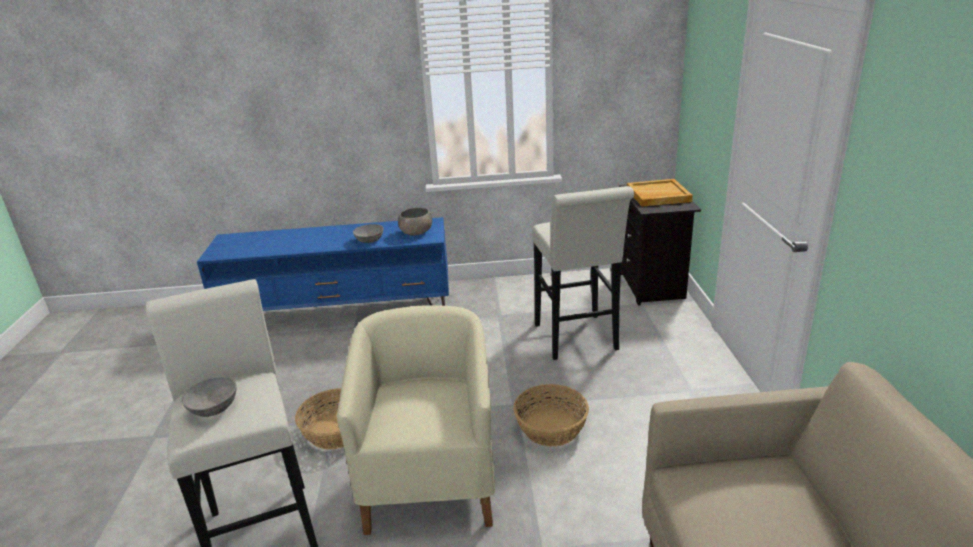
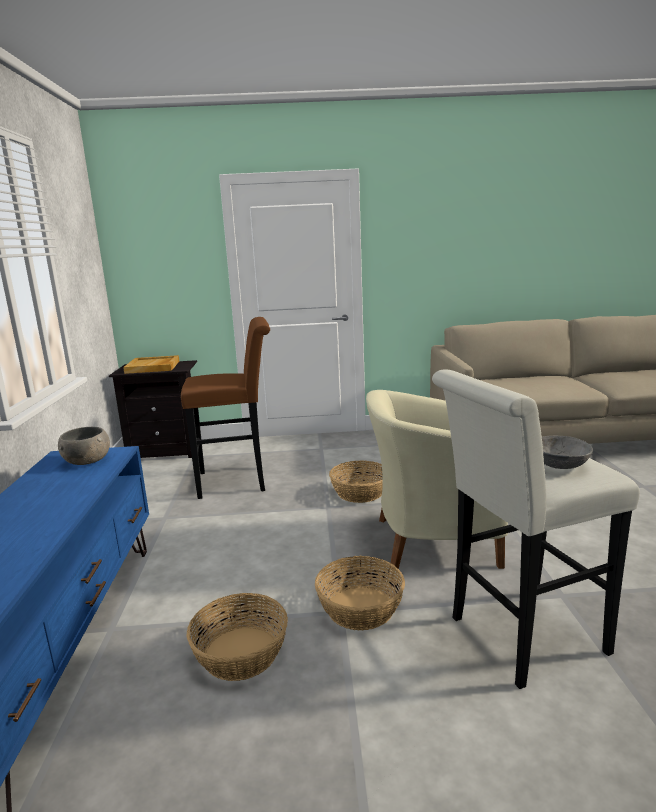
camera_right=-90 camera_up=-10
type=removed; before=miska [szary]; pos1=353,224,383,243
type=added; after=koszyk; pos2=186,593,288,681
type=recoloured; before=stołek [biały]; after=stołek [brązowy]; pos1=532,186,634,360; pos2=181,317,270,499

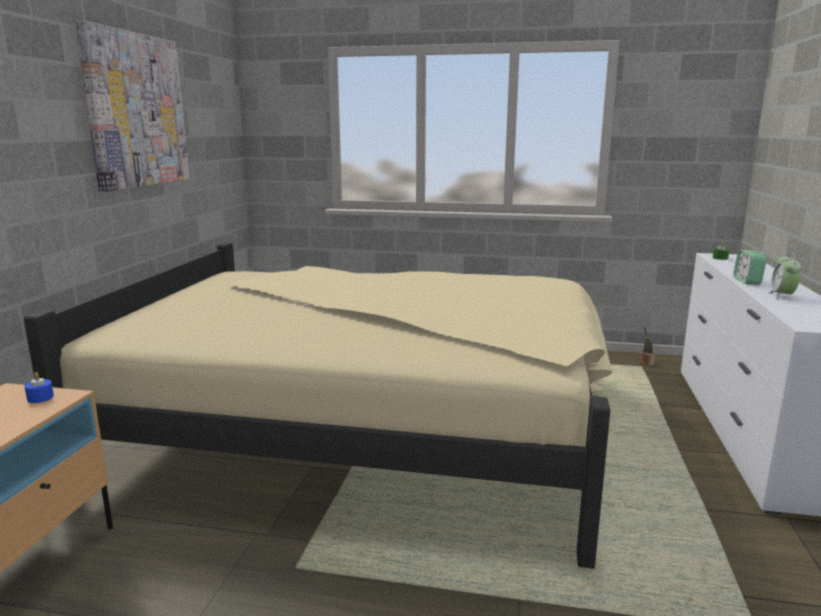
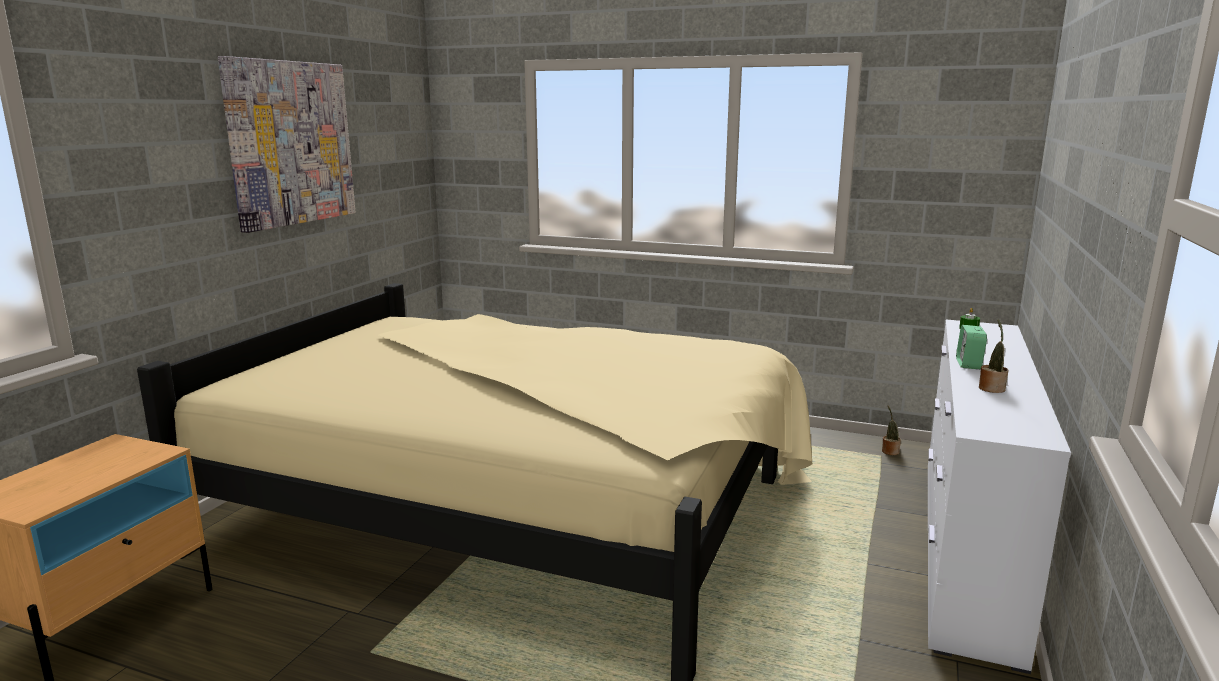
camera_right=10 camera_up=0
type=removed; before=świeca [niebieski]; pos1=25,372,54,403
type=replaced; before=budzik; after=roślina doniczkowa; pos1=769,253,802,300; pos2=979,319,1008,393

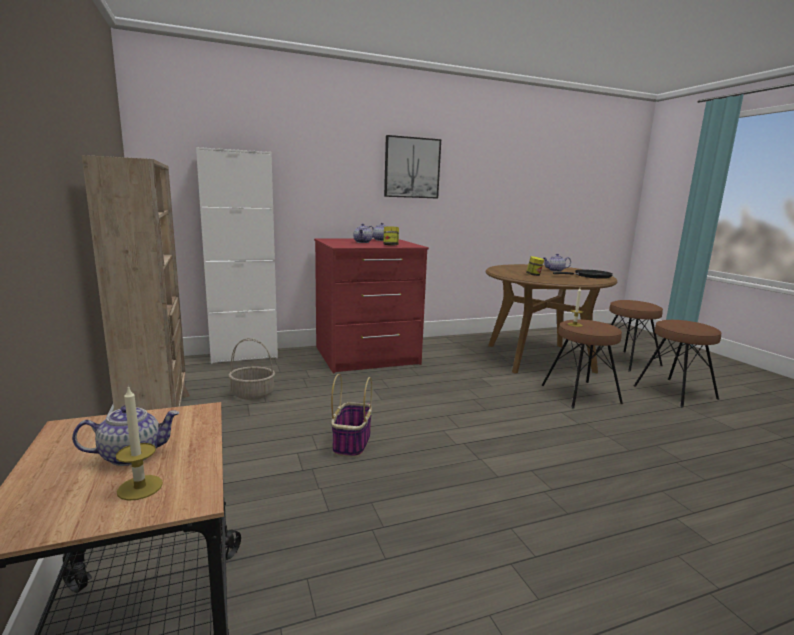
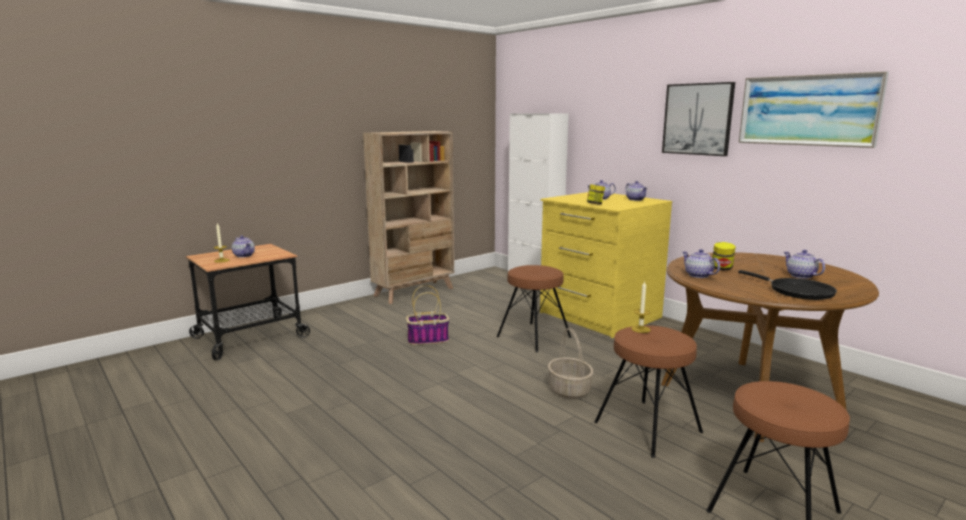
camera_right=70 camera_up=0
type=added; after=imbryk; pos2=682,249,720,278
type=added; after=obraz; pos2=739,71,889,148
type=moved; before=koszyk; pos1=228,338,275,400; pos2=548,328,593,399
type=moved; before=stołek [brązowy]; pos1=596,300,663,372; pos2=497,265,571,352
type=recoloured; before=komoda [czerwony]; after=komoda [żółty]; pos1=314,239,429,373; pos2=540,192,672,338

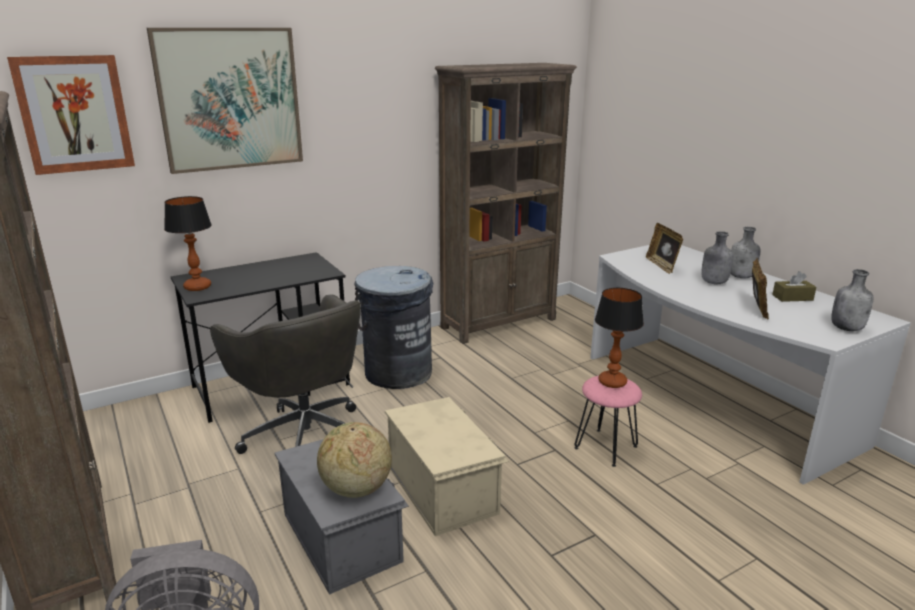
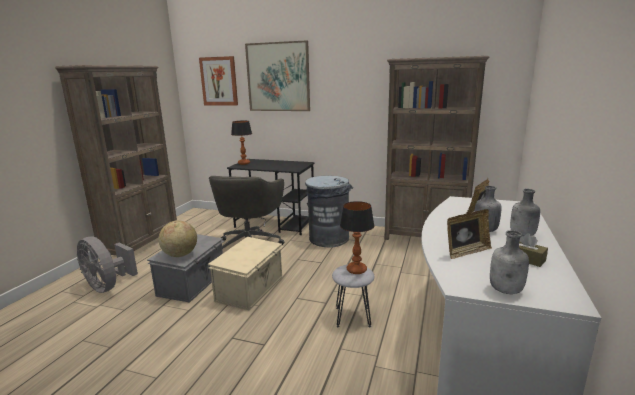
camera_right=50 camera_up=-5
type=recoloured; before=stołek [różowy]; after=stołek [szary]; pos1=574,376,642,467; pos2=332,264,374,327

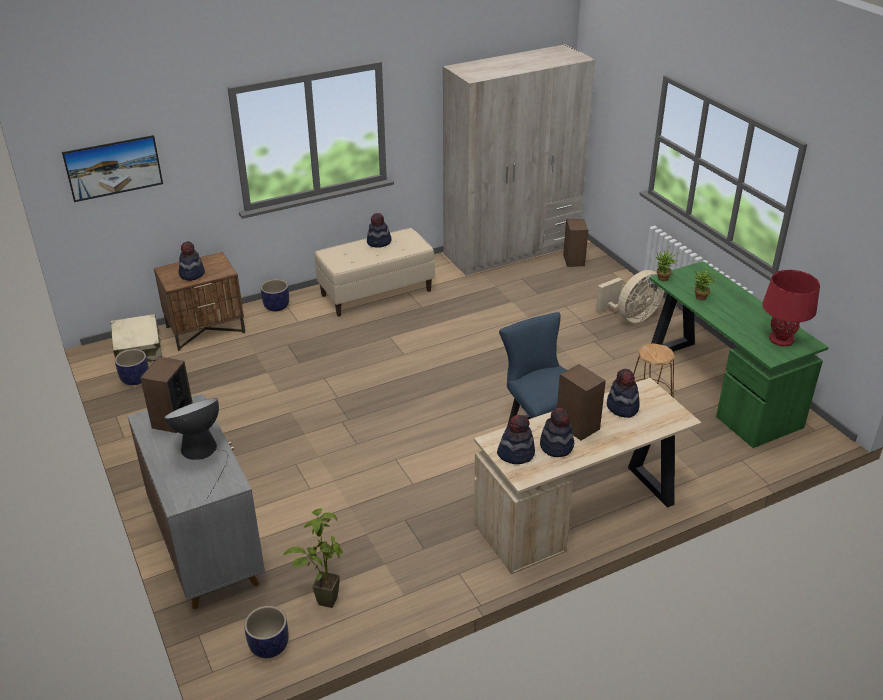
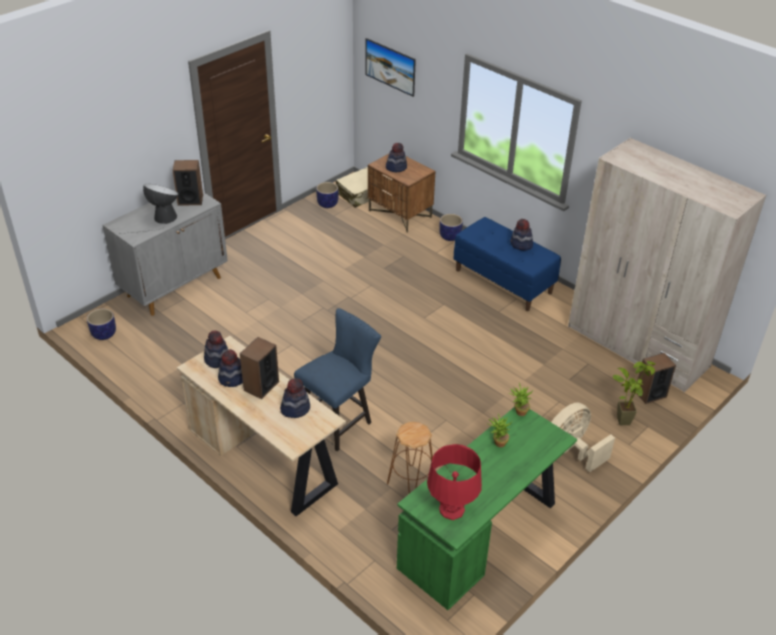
camera_right=70 camera_up=5
type=moved; before=roślina doniczkowa; pos1=283,508,343,608; pos2=613,361,655,425
type=recoloured; before=ławka [beżowy]; after=ławka [niebieski]; pos1=315,228,435,316; pos2=453,217,561,311
type=turned; before=wentylator [beżowy]; pos1=596,270,664,323; pos2=551,403,615,472; turn=105

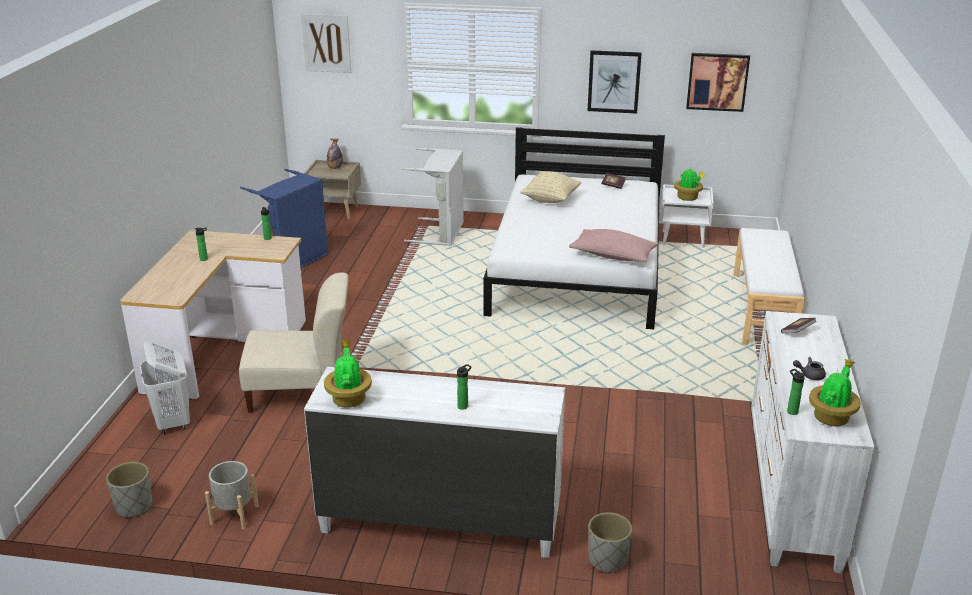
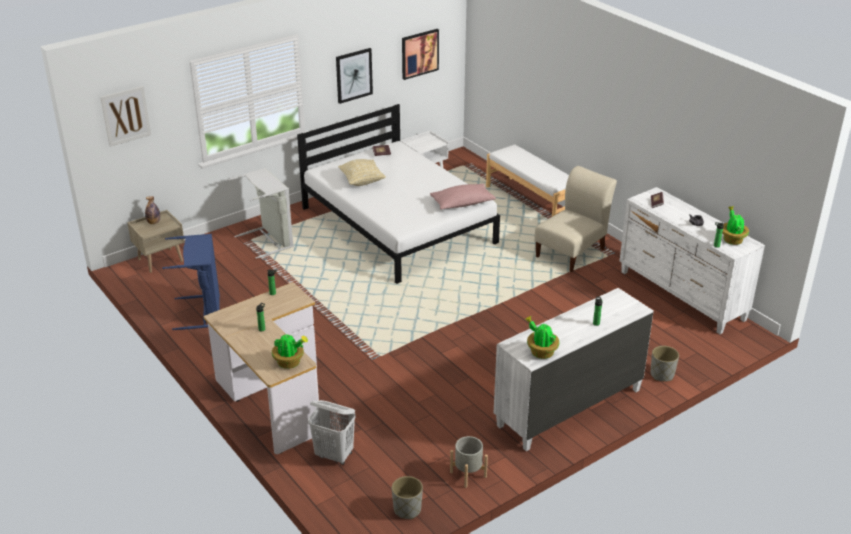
camera_right=-45 camera_up=5
type=moved; before=krzesło [beżowy]; pos1=239,273,349,413; pos2=534,166,617,272
type=moved; before=roślina doniczkowa; pos1=674,168,705,201; pos2=272,334,308,369

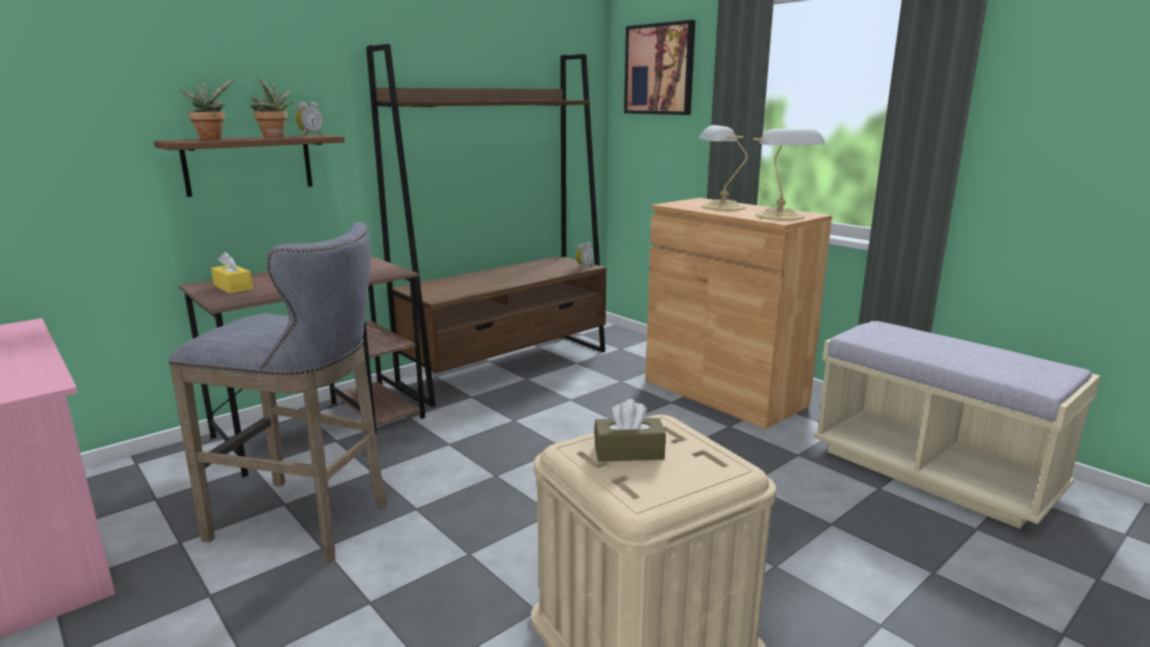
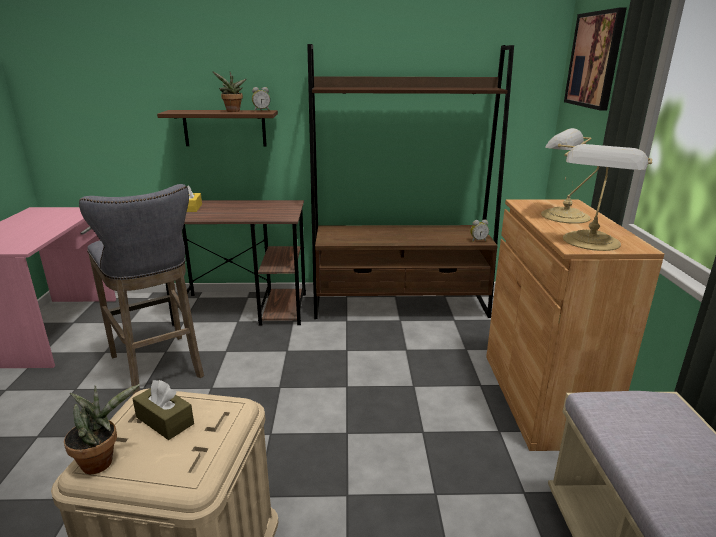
camera_right=40 camera_up=5
type=moved; before=roślina doniczkowa; pos1=179,78,235,140; pos2=64,384,140,474

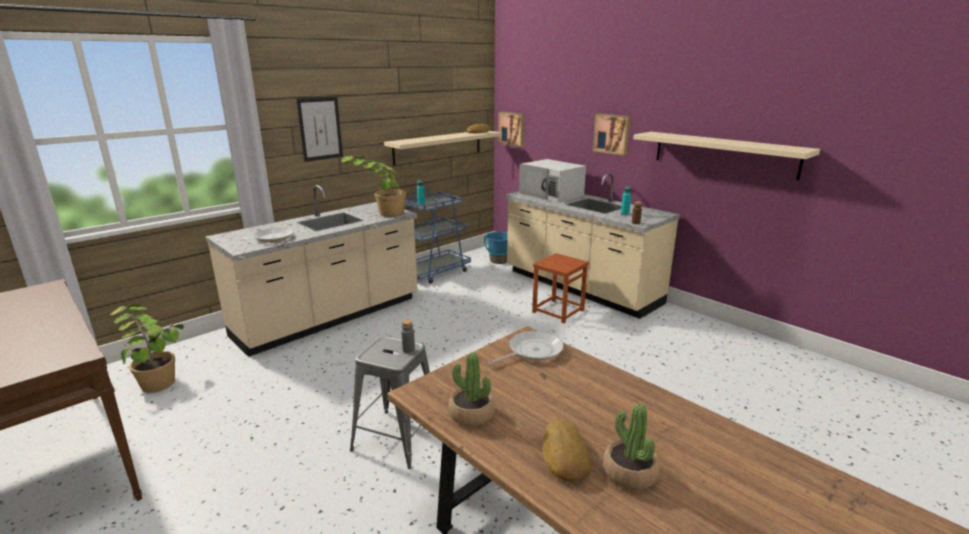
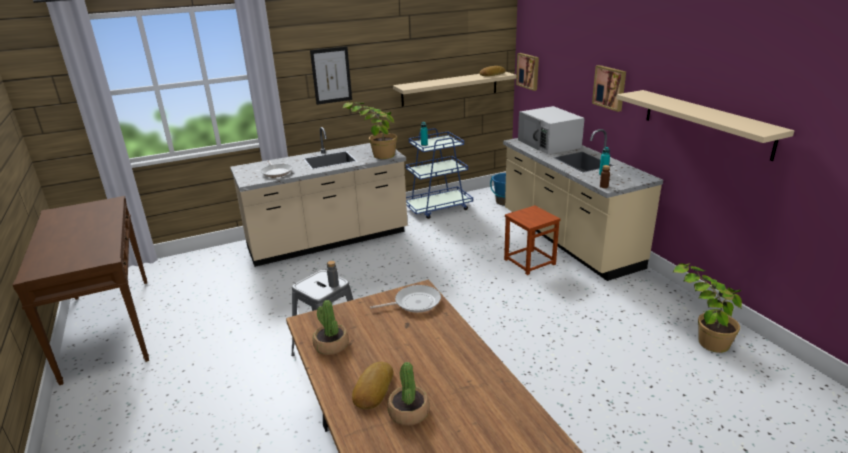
camera_right=20 camera_up=5
type=moved; before=roślina doniczkowa; pos1=110,304,184,393; pos2=672,263,742,353

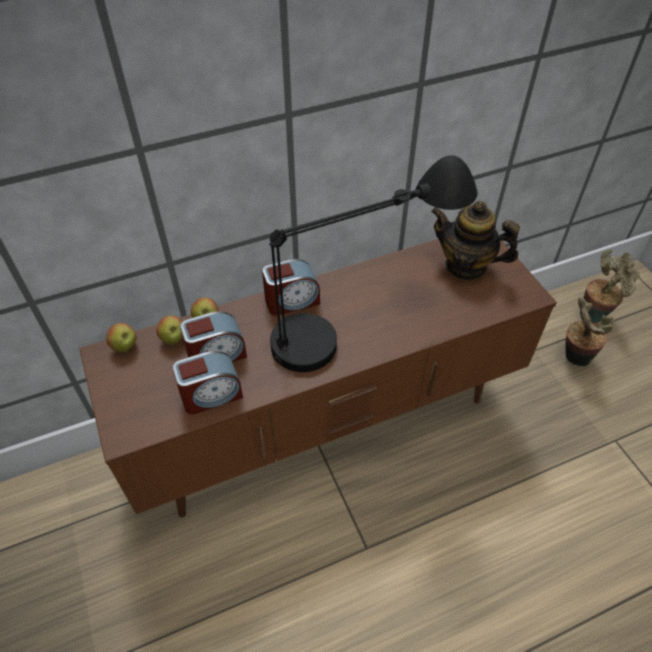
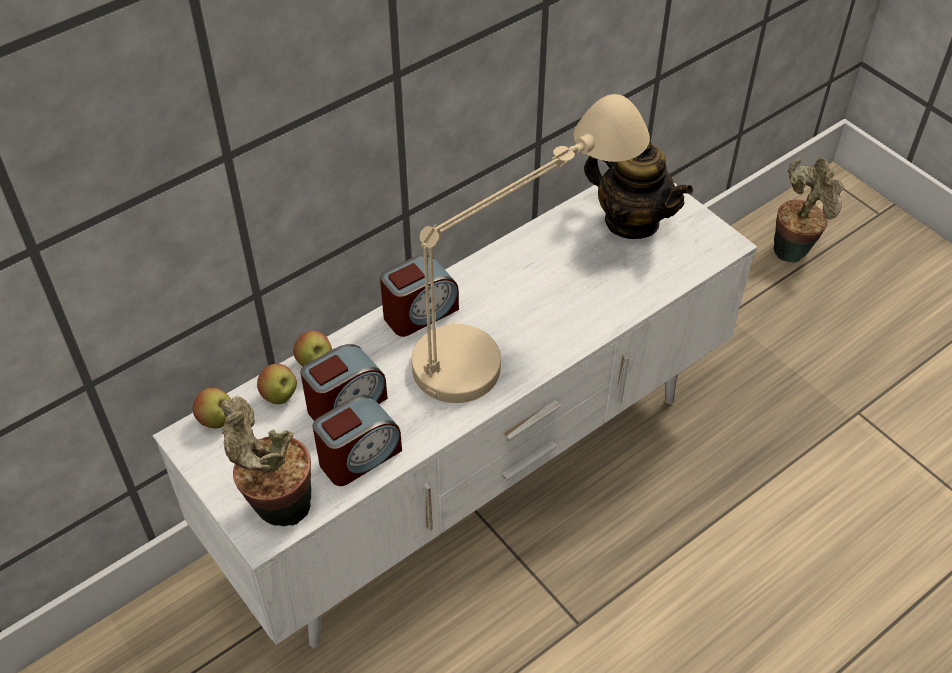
camera_right=-15 camera_up=0
type=moved; before=roślina doniczkowa; pos1=565,297,615,367; pos2=222,396,311,526
type=recoloured; before=szafka pod telewizor [brązowy]; after=szafka pod telewizor [biały]; pos1=79,239,557,517; pos2=153,183,757,648
type=recoloured; before=lampa stołowa [czarny]; after=lampa stołowa [beżowy]; pos1=269,155,477,372; pos2=412,94,650,403
type=turned; before=imbryk; pos1=431,201,520,281; pos2=584,141,693,239; turn=-150

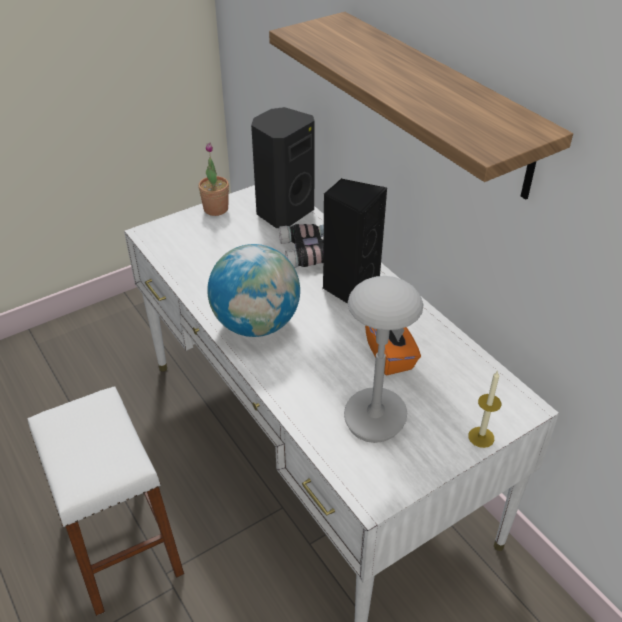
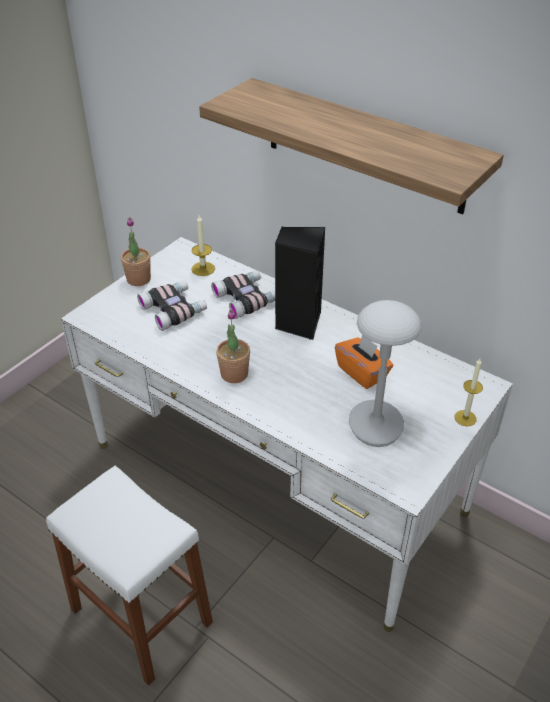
camera_right=-20 camera_up=0
type=added; after=lornetka; pos2=137,280,207,331
type=replaced; before=globus; after=roślina doniczkowa; pos1=207,244,300,337; pos2=216,309,250,383
type=replaced; before=głośnik [czarny]; after=świeca; pos1=251,107,315,228; pos2=191,215,215,276

